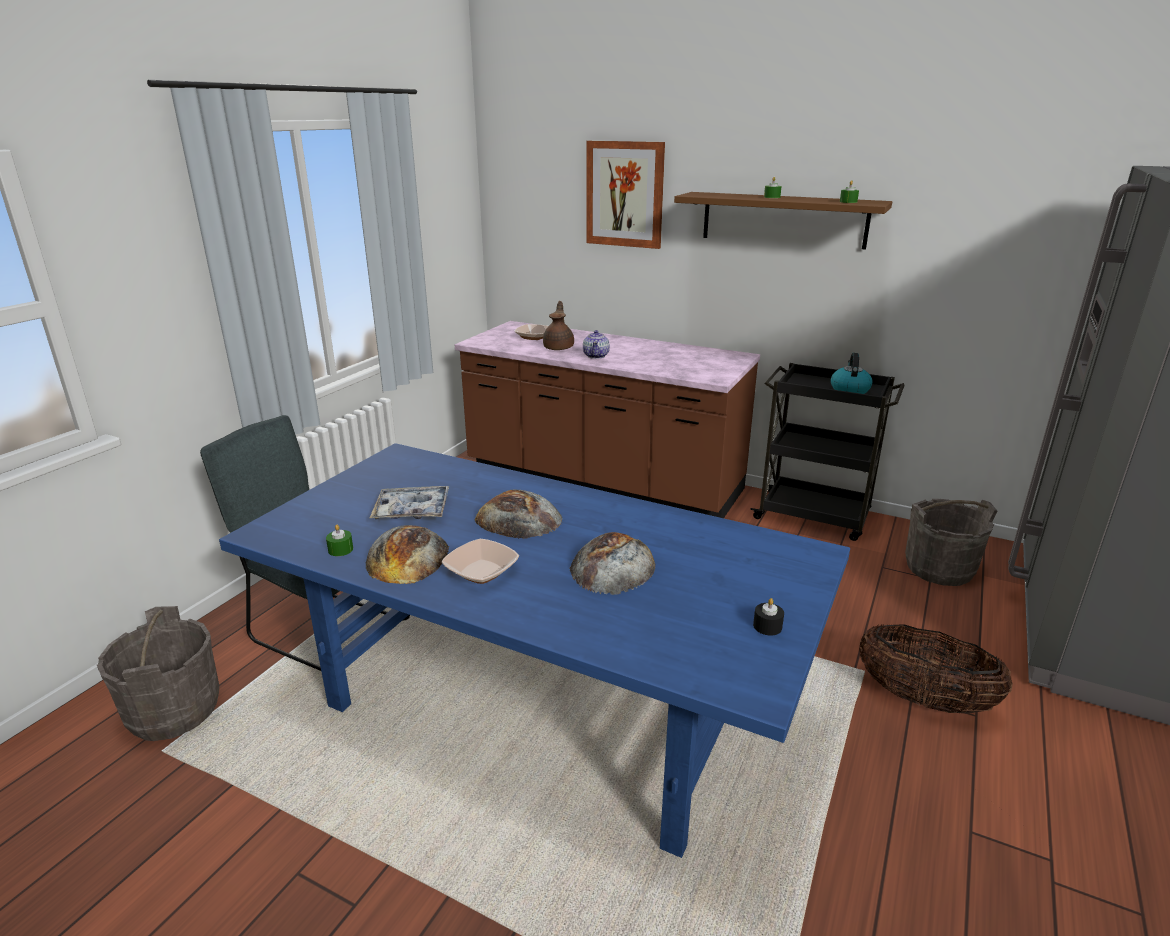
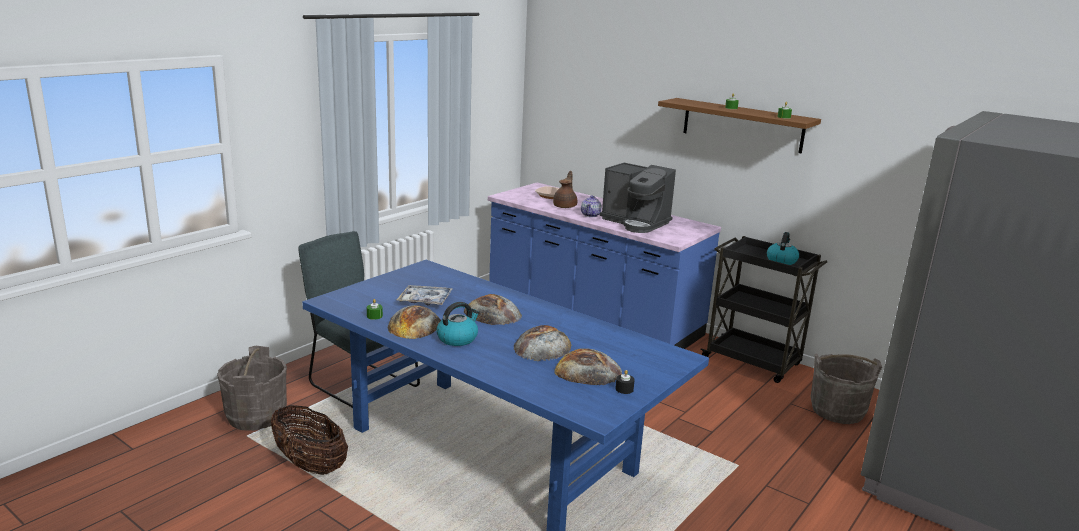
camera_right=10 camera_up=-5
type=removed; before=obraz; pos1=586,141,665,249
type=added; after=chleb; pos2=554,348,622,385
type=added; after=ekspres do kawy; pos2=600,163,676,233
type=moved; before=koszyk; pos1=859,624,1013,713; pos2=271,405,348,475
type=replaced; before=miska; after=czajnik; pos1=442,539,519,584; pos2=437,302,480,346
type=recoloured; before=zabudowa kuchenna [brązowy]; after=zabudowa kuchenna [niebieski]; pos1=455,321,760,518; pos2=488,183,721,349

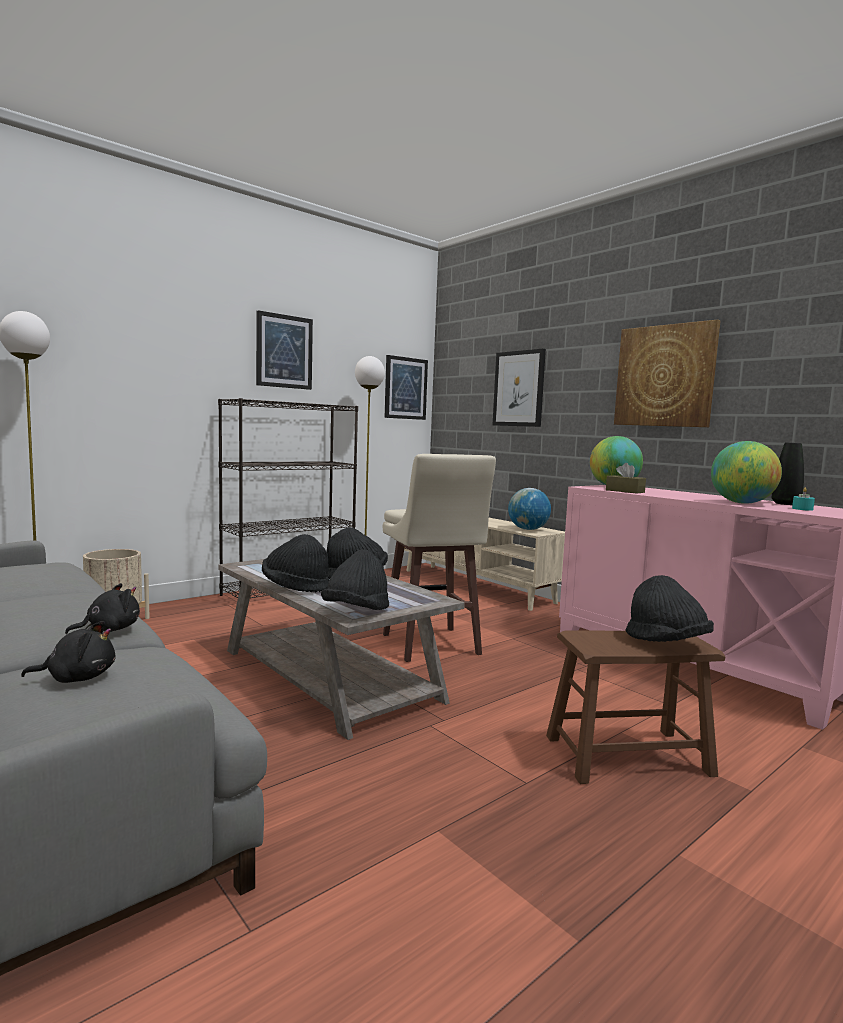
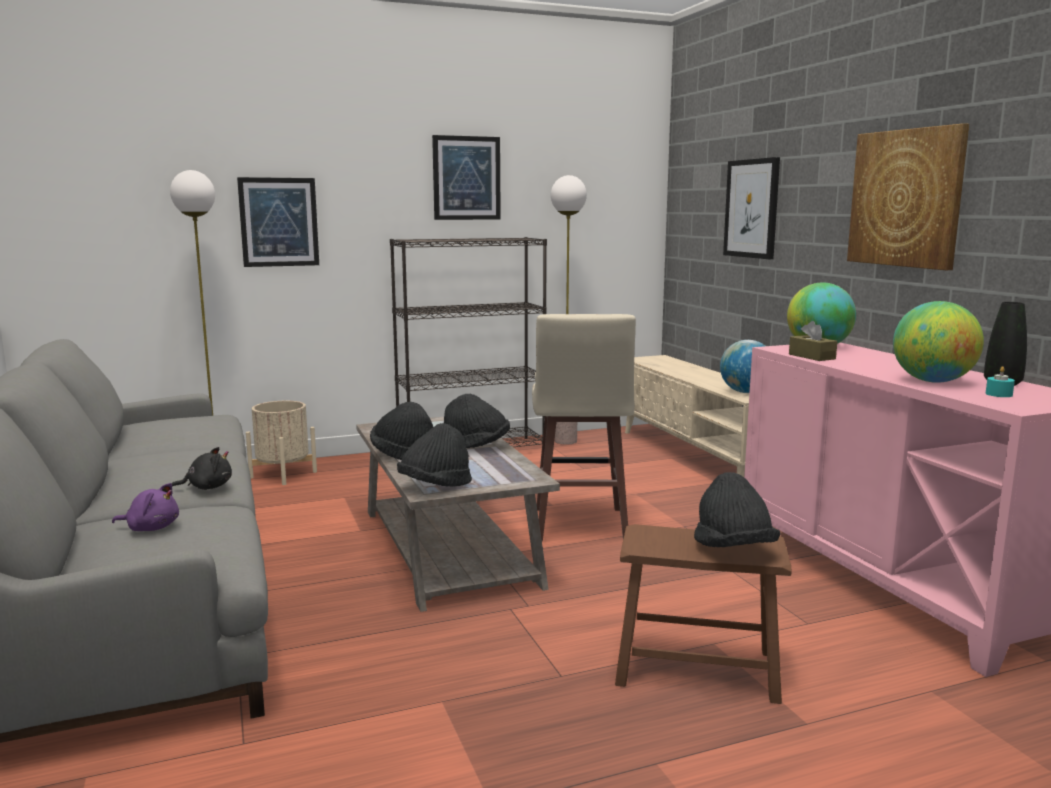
camera_right=20 camera_up=5
type=moved; before=obraz; pos1=384,355,428,420; pos2=237,177,319,267
type=recoloured; before=pluszak [czarny]; after=pluszak [fioletowy]; pos1=21,621,115,683; pos2=112,483,179,531

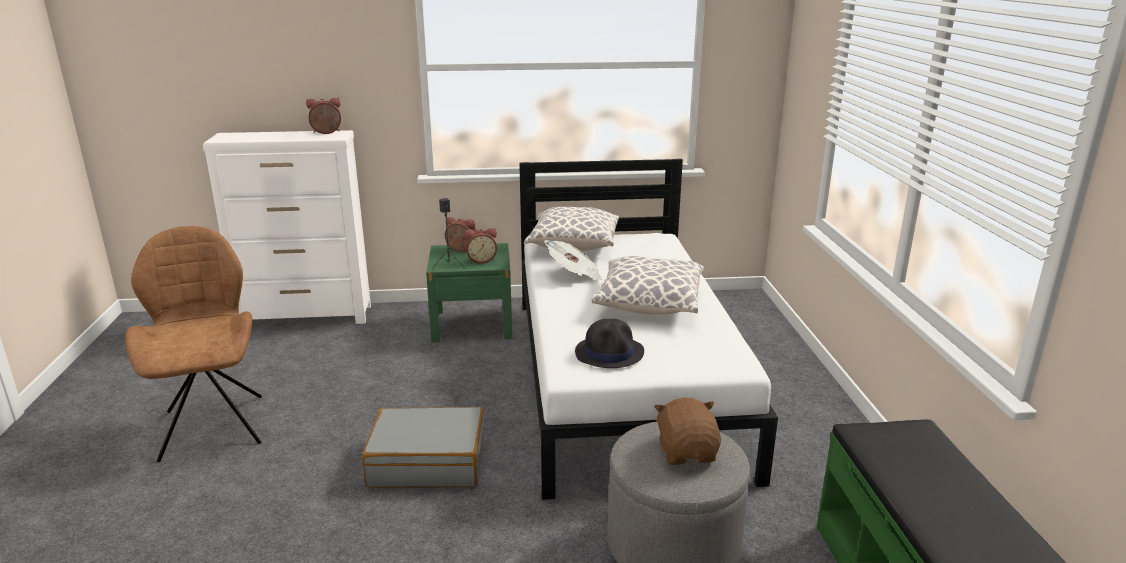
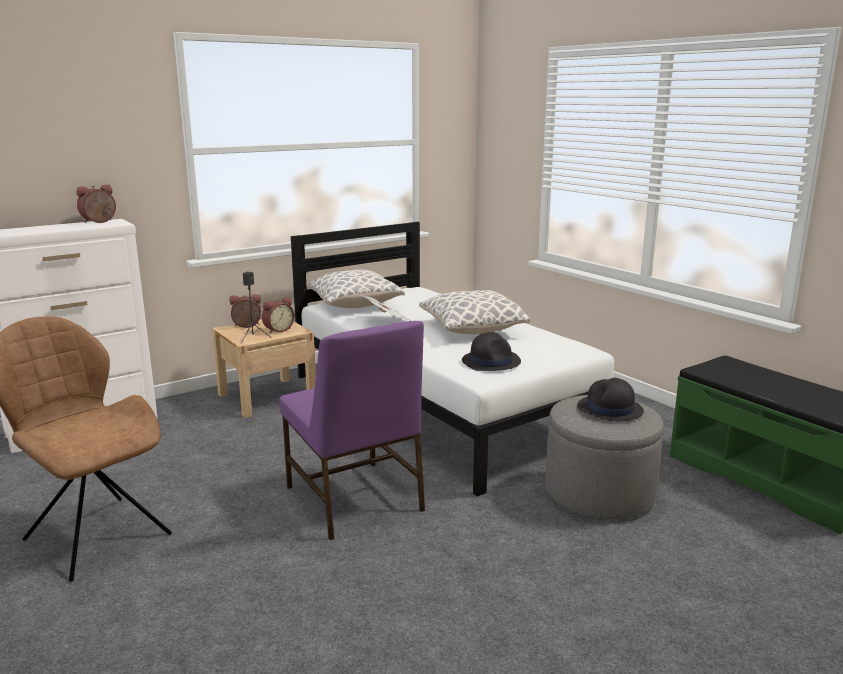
camera_right=-30 camera_up=-5
type=replaced; before=walizka [szary]; after=krzesło [fioletowy]; pos1=362,407,485,488; pos2=279,321,425,540
type=replaced; before=pluszak [brązowy]; after=kapelusz [czarny]; pos1=654,397,721,465; pos2=577,378,644,421
type=recoloured; before=szafka nocna [zielony]; after=szafka nocna [beżowy]; pos1=426,243,512,342; pos2=212,319,316,418

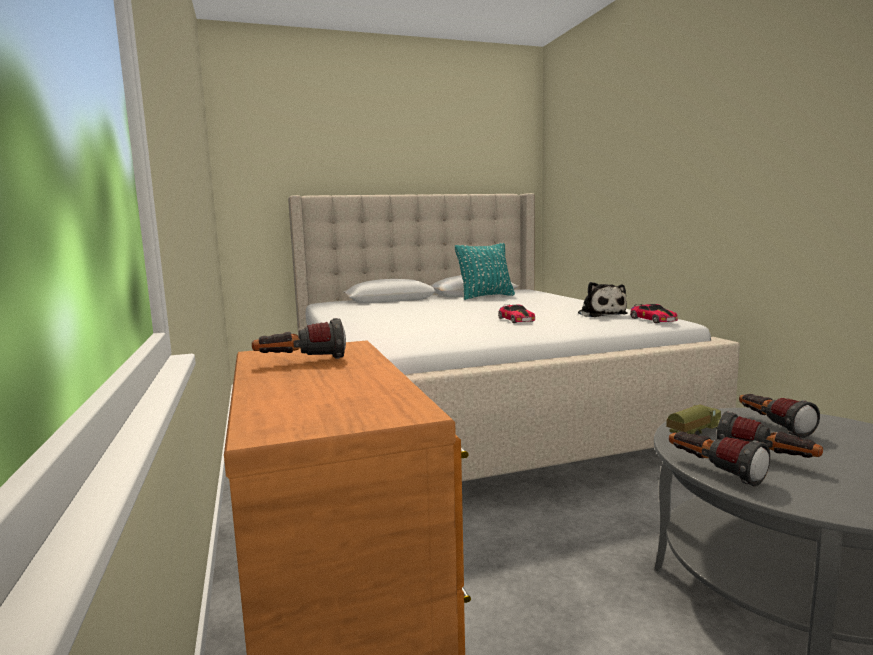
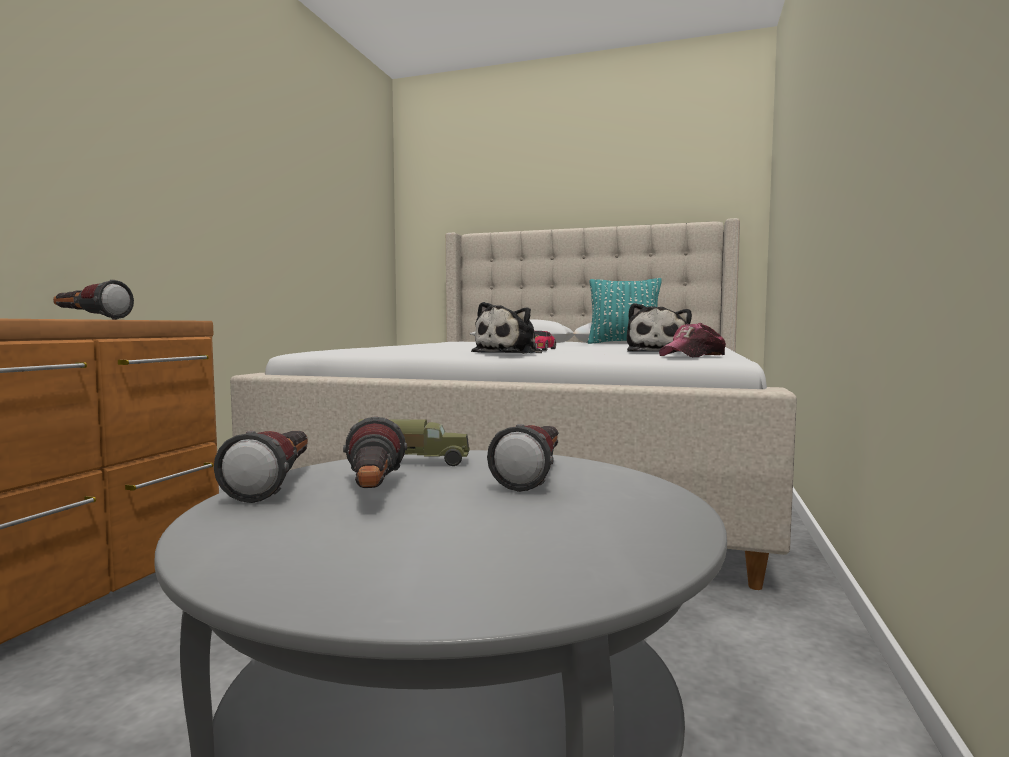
camera_right=35 camera_up=-5
type=added; after=pluszak; pos2=471,302,542,354
type=replaced; before=samochodzik; after=czapka z daszkiem; pos1=630,304,678,323; pos2=659,323,726,357

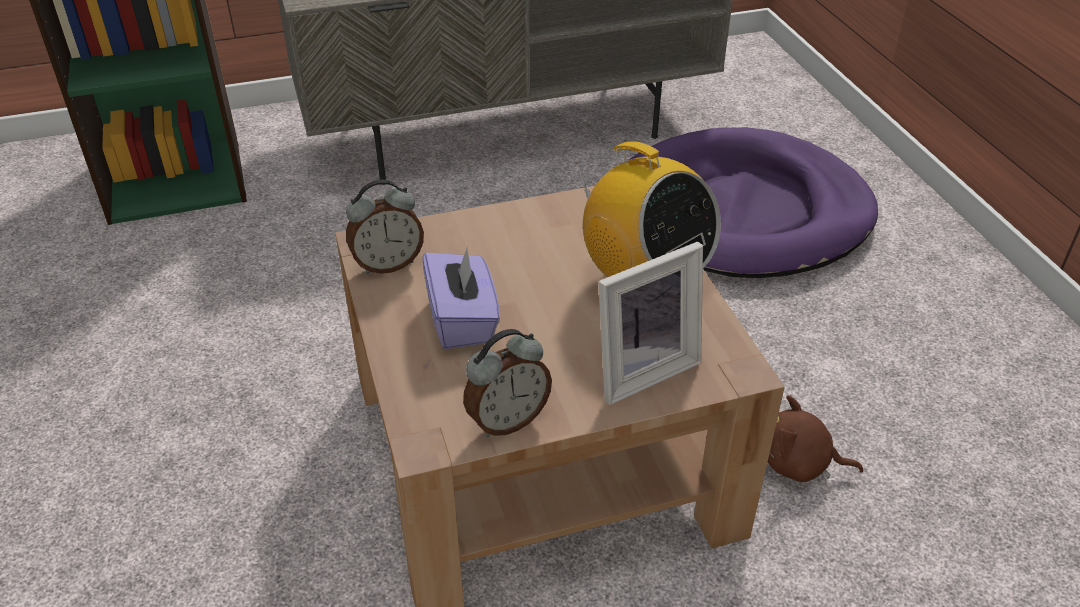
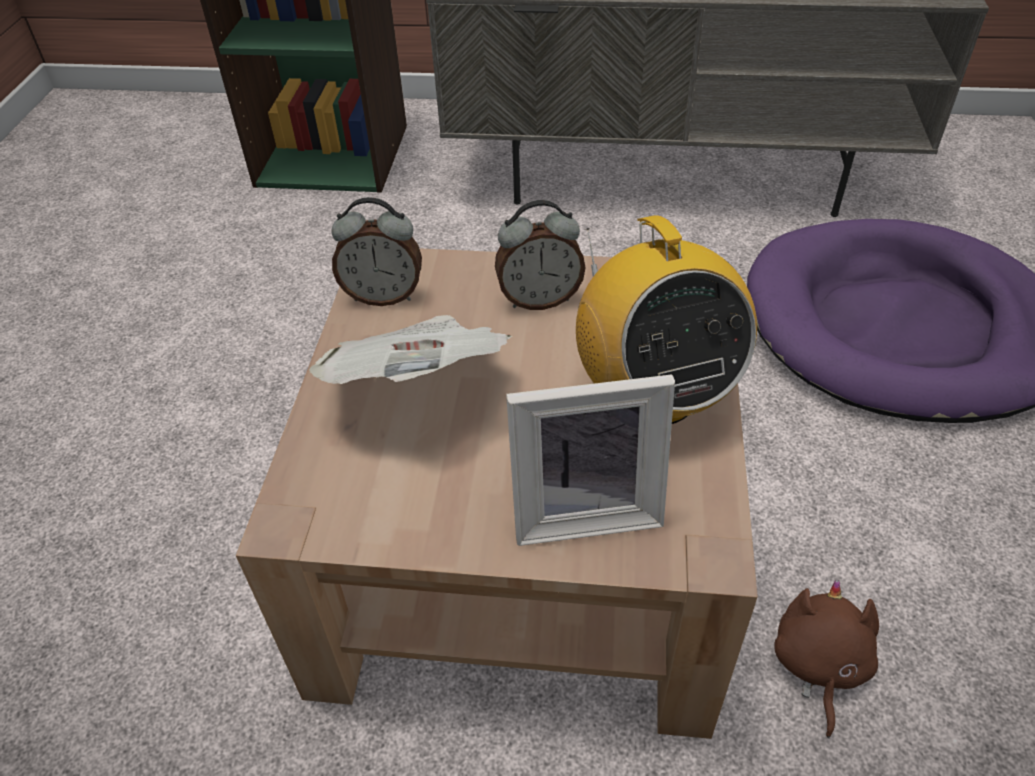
camera_right=25 camera_up=5
type=moved; before=budzik; pos1=463,329,552,437; pos2=495,200,586,310
type=replaced; before=pudełko chusteczek [fioletowy]; after=gazeta; pos1=423,246,500,349; pos2=309,315,512,384
type=turned; before=pluszak [brązowy]; pos1=768,395,863,482; pos2=774,580,879,738; turn=60

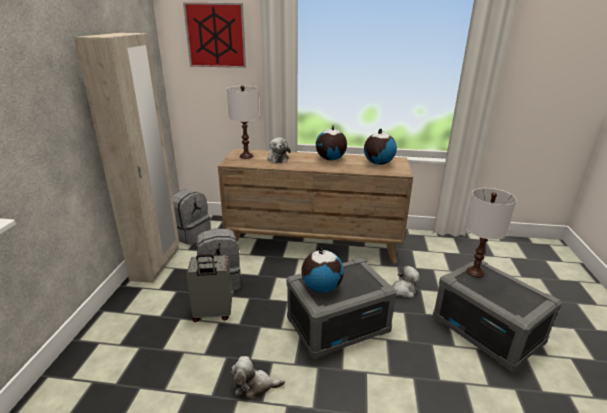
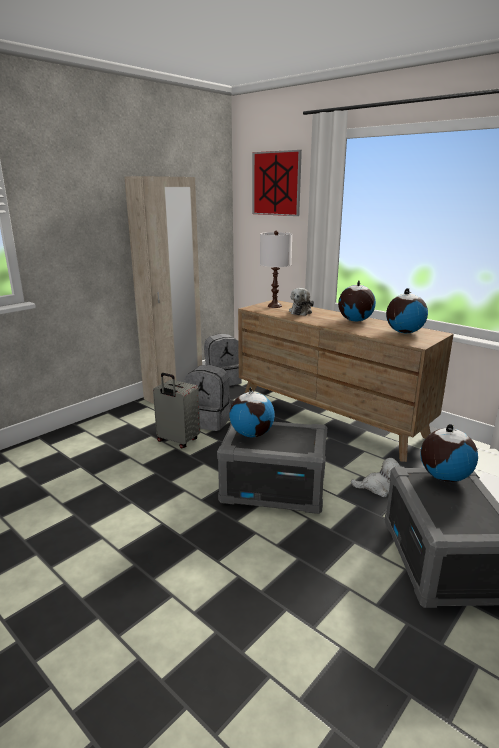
camera_right=35 camera_up=-5
type=removed; before=pluszak; pos1=231,356,285,400
type=replaced; before=lampa stołowa [biały]; after=globus; pos1=465,188,516,278; pos2=420,424,478,482

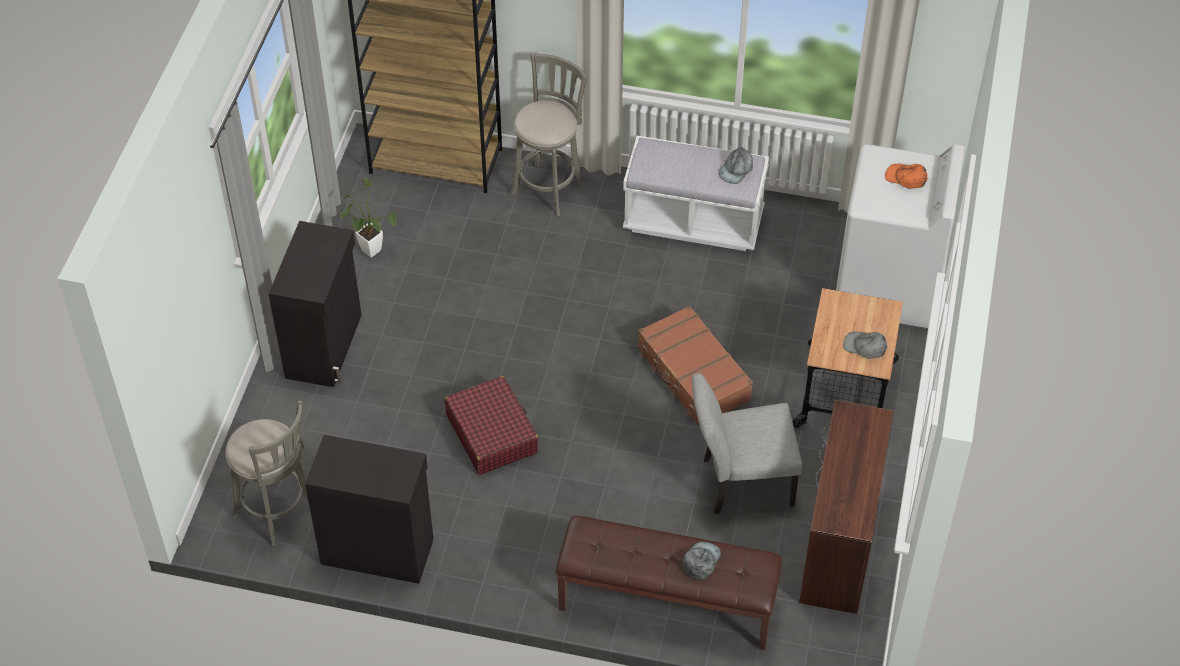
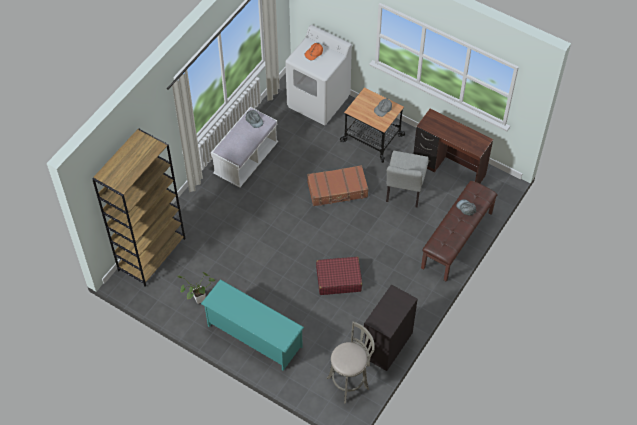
camera_right=-70 camera_up=5
type=removed; before=stołek [szary]; pos1=510,54,587,217
type=replaced; before=szafka [czarny]; after=regał na buty [turkusowy]; pos1=269,221,361,387; pos2=201,279,304,371

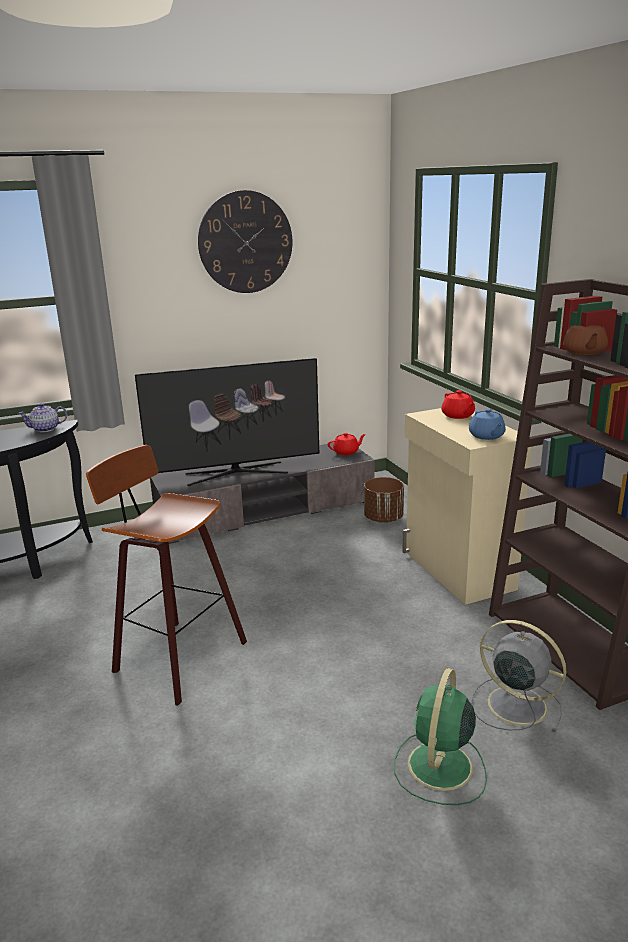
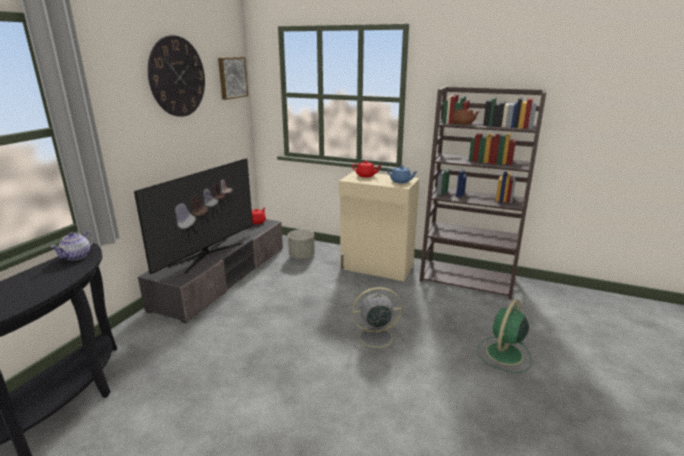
camera_right=-45 camera_up=0
type=removed; before=stołek; pos1=86,445,247,706
type=added; after=obraz; pos2=218,57,248,100
type=moved; before=wentylator [szary]; pos1=471,620,567,733; pos2=351,287,404,354
type=recoloured; before=donica [brązowy]; after=donica [szary]; pos1=364,477,404,523; pos2=288,229,315,259
type=turned; before=wentylator [zielony]; pos1=394,668,487,805; pos2=478,299,531,373; turn=60

